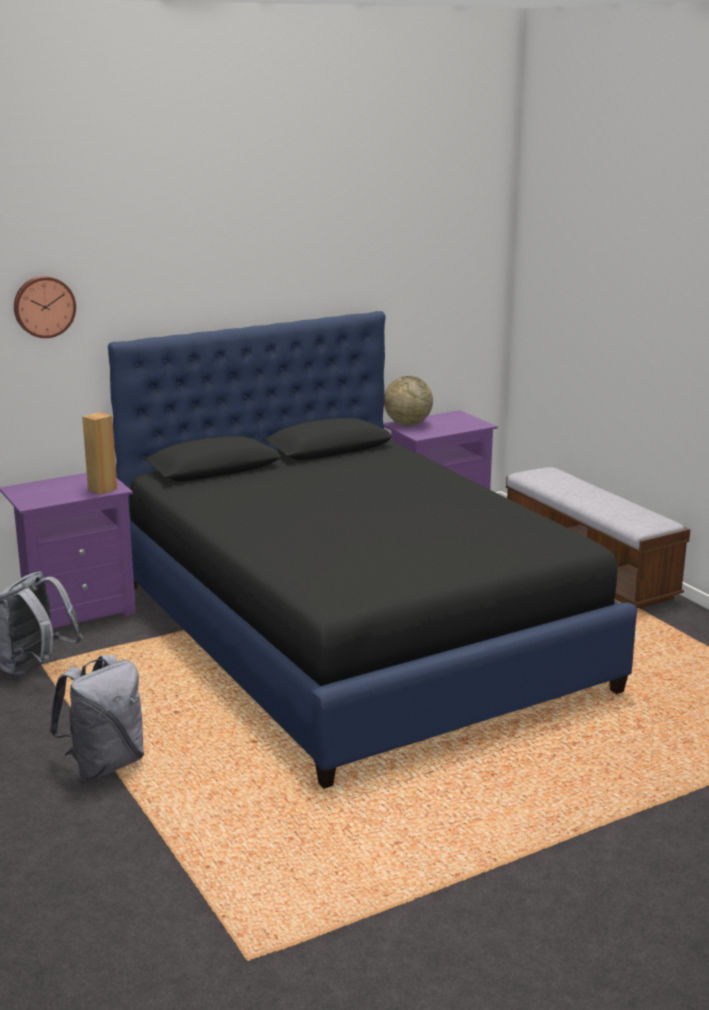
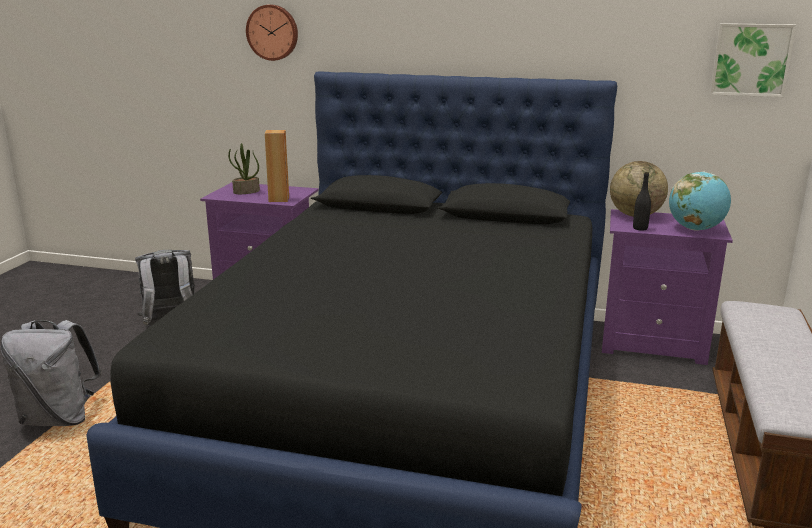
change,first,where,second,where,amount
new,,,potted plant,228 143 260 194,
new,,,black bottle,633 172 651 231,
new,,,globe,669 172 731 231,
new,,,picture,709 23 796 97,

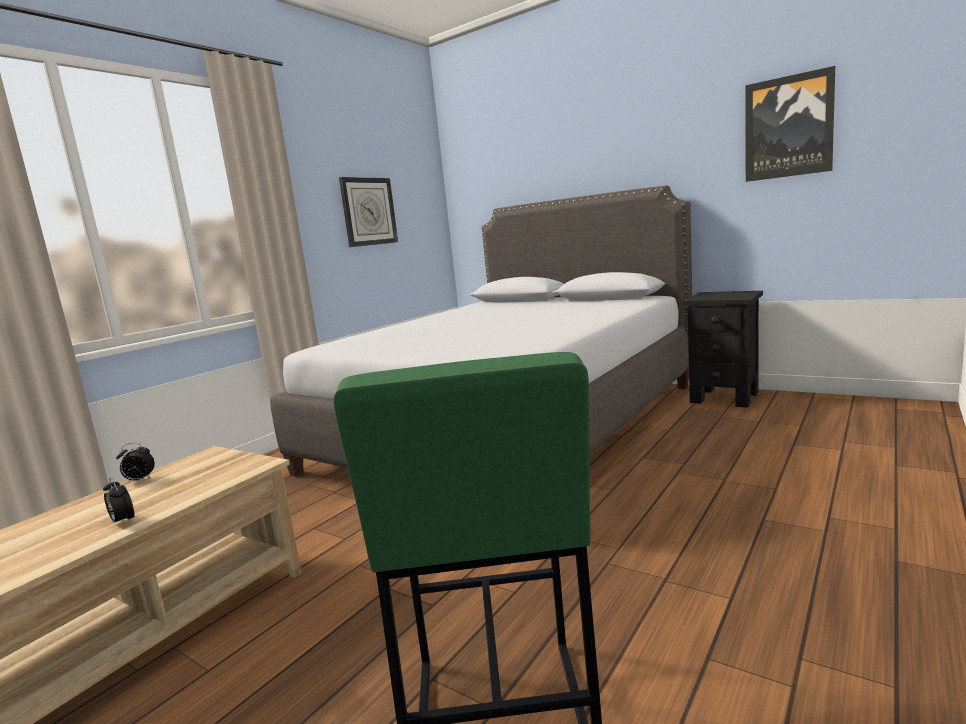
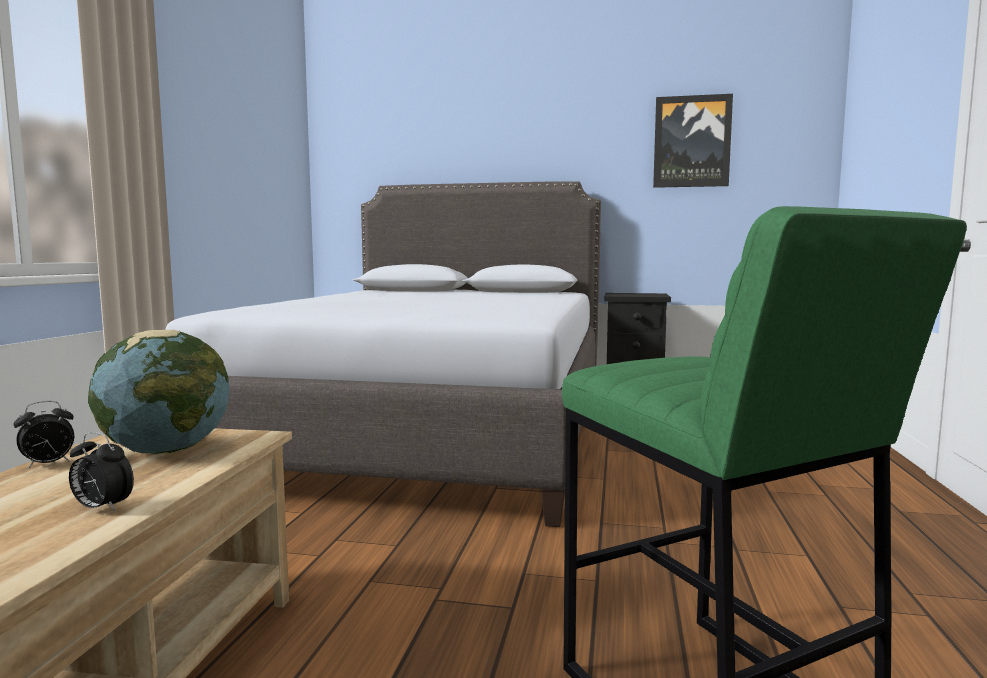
change,first,where,second,where,amount
gone,wall clock,339 177 398 247,,,
new,,,globe,88 330 229 455,

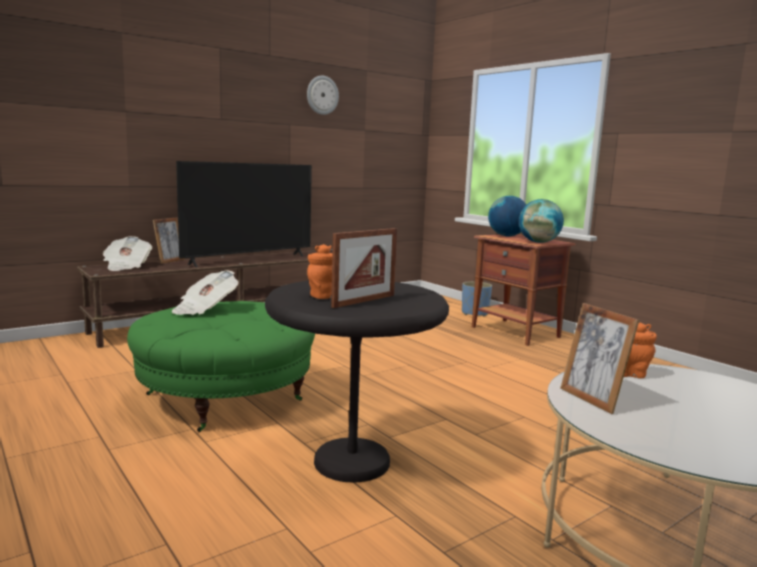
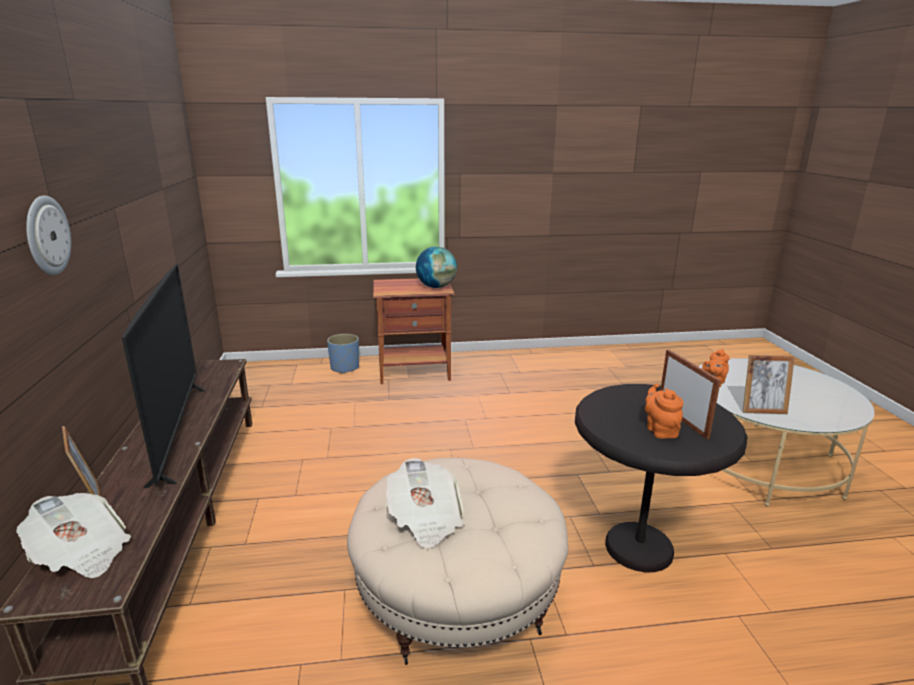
change,first,where,second,where,amount
repainted,green ottoman,127 301 315 432,beige ottoman,347 458 568 665,
shifted,wall clock,307 76 339 115,,26 195 71 275,
gone,globe,488 196 526 236,,,

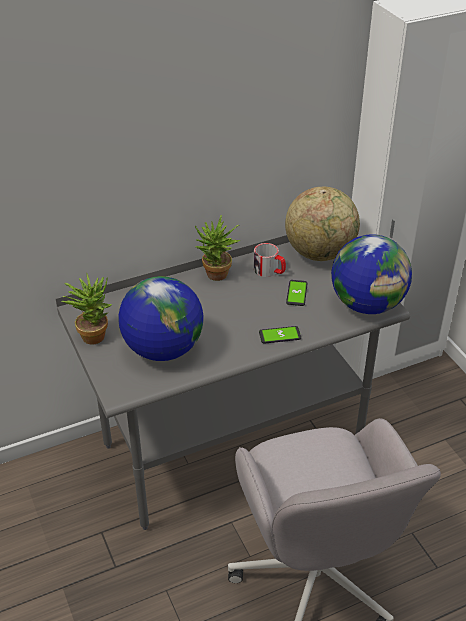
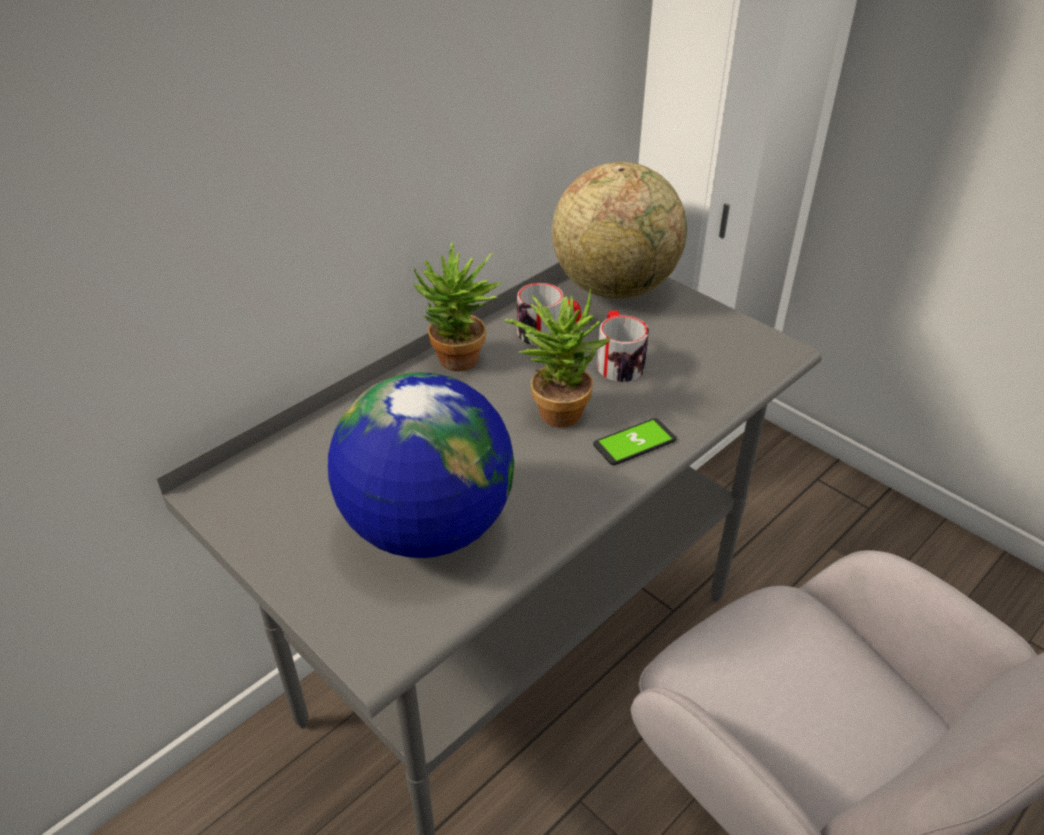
change,first,where,second,where,amount
shifted,potted plant,62 274 112 345,,504 289 610 428,
swapped,phone,286 280 308 306,mug,597 310 649 382,
gone,globe,331 234 412 314,,,

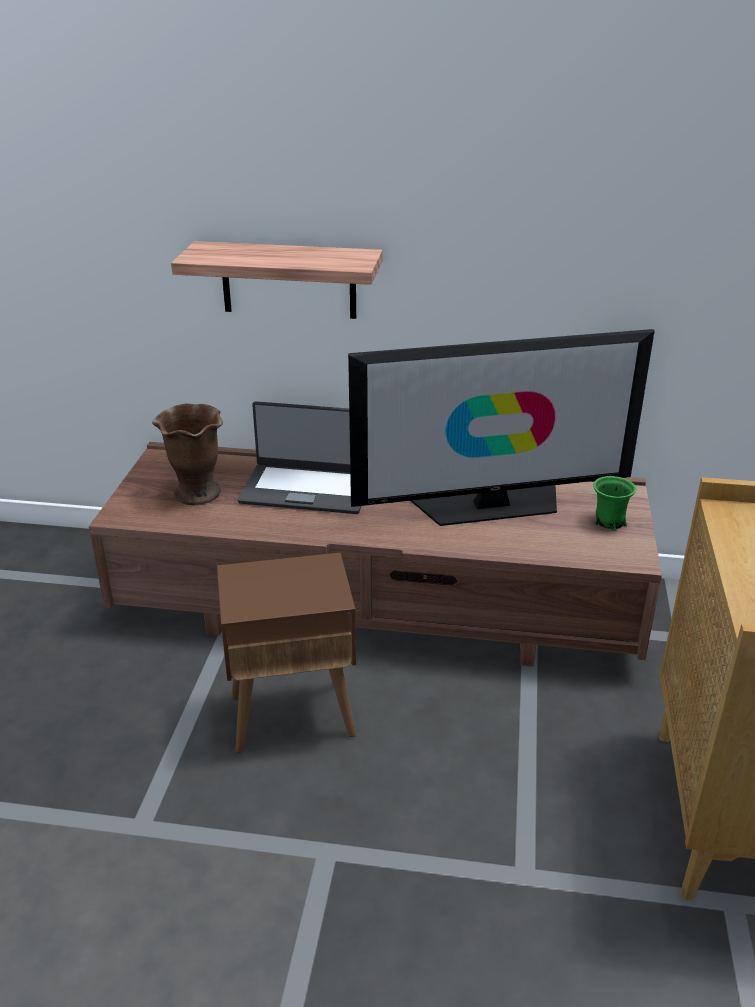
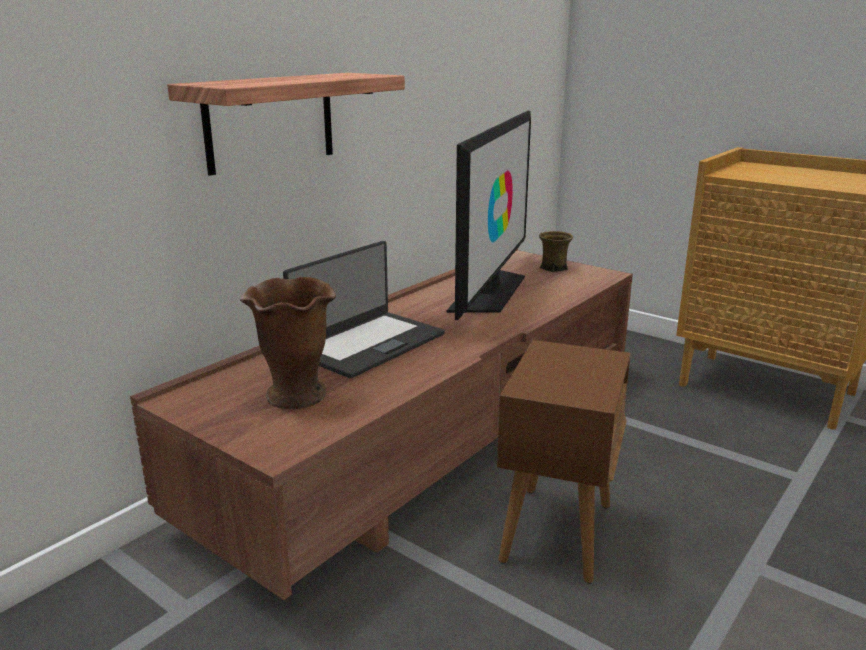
change,first,where,second,where,amount
repainted,green mug,593 476 636 531,brown mug,539 231 573 272,

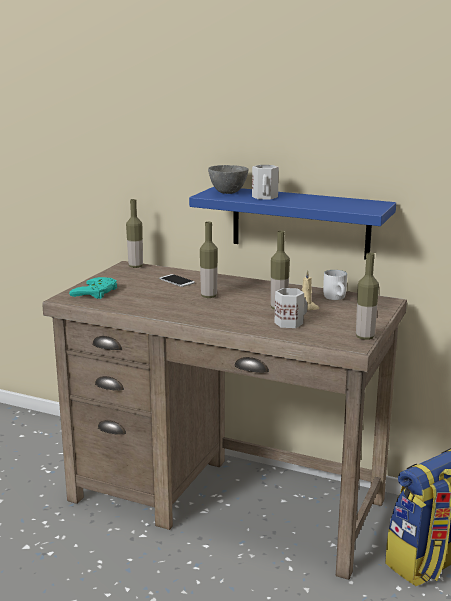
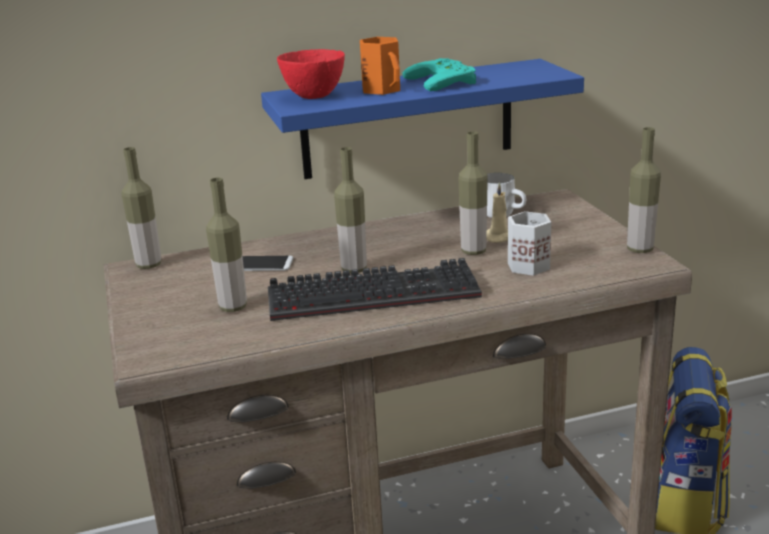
change,first,where,second,where,amount
shifted,turquoise game controller,69 277 117 299,,402 58 476 91,
repainted,grey bowl,208 165 248 194,red bowl,277 49 345 99,
repainted,white mug,252 165 279 200,orange mug,360 37 400 95,
new,,,bottle,206 178 247 312,
new,,,keyboard,268 258 482 321,

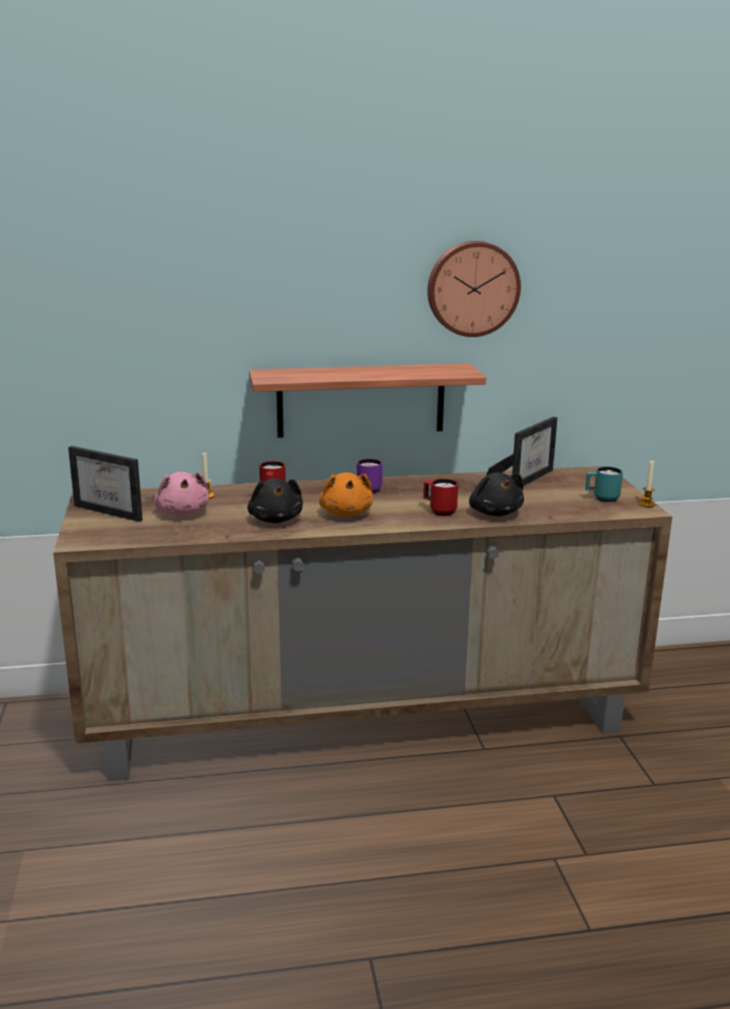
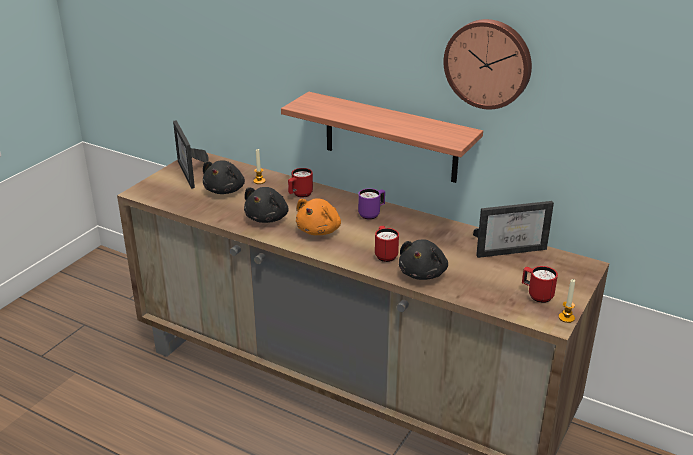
change,first,where,second,where,amount
repainted,pink plush toy,154 472 209 516,black plush toy,203 160 245 194,
repainted,turquoise mug,585 466 623 502,red mug,522 266 558 303,

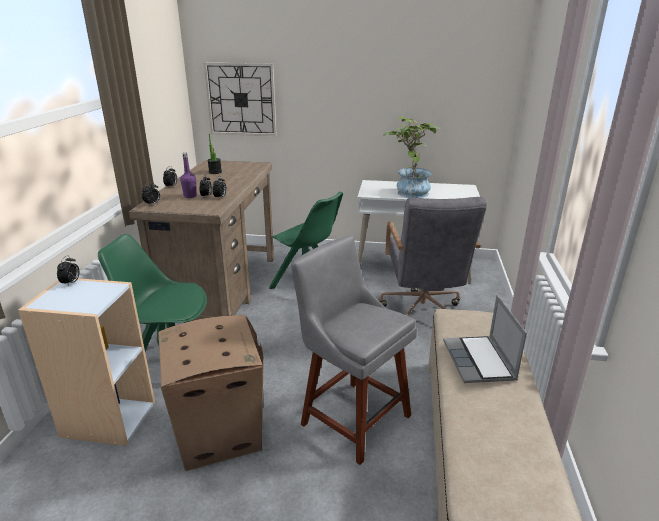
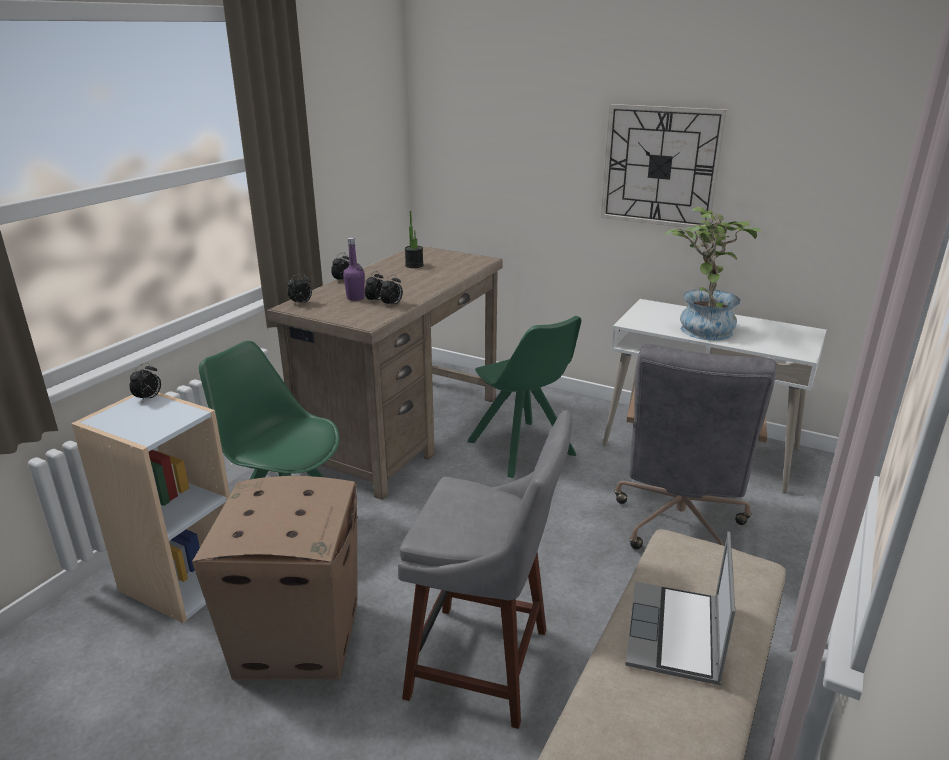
change,first,where,second,where,amount
shifted,wall clock,204 63 277 136,,601 104 727 228,
rotated,grey chair,291 235 417 465,,398 410 572 729,135 degrees clockwise

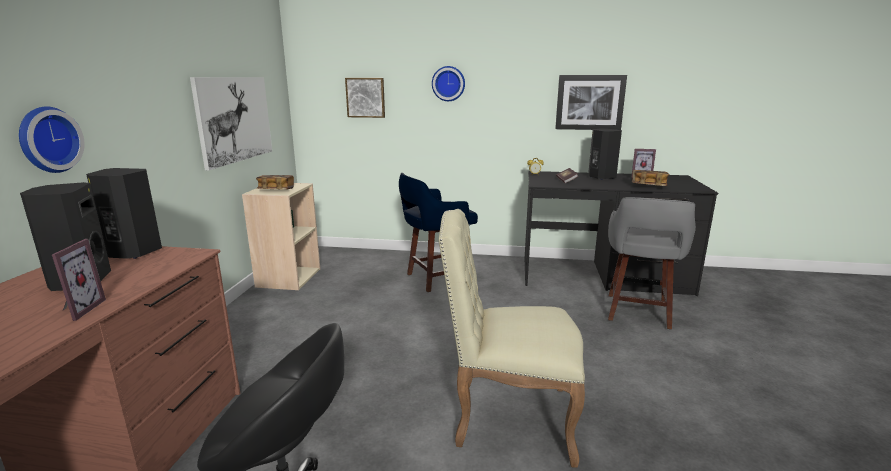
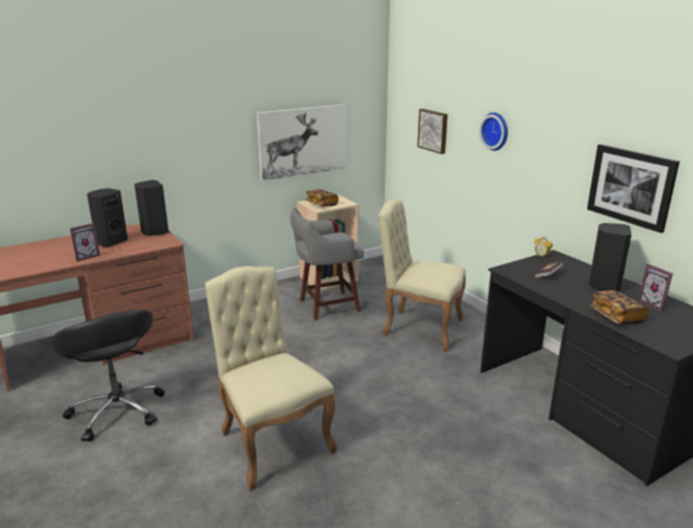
change,first,where,second,where,amount
gone,wall clock,19 106 85 173,,,
swapped,blue stool,399 173 478 292,beige chair,378 199 466 352,
shifted,grey stool,608 197 696 329,,290 207 364 320,

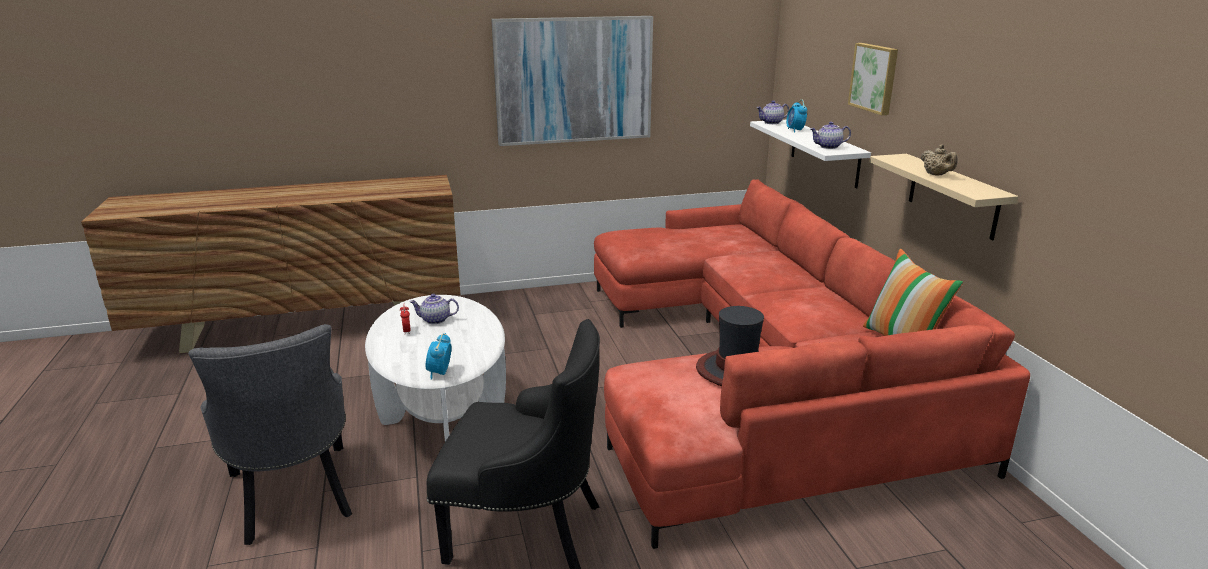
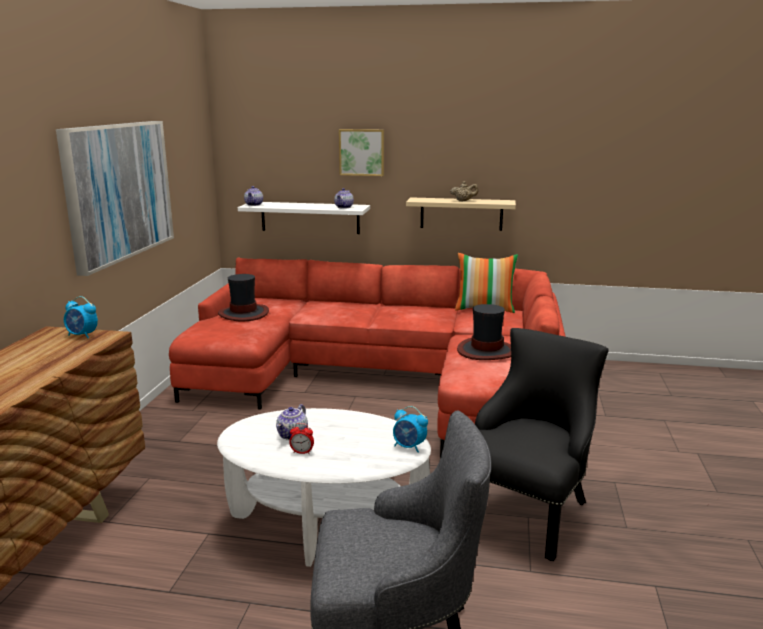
change,first,where,second,where,amount
shifted,alarm clock,786 99 807 133,,64 296 98 338,
new,,,hat,218 274 269 322,

